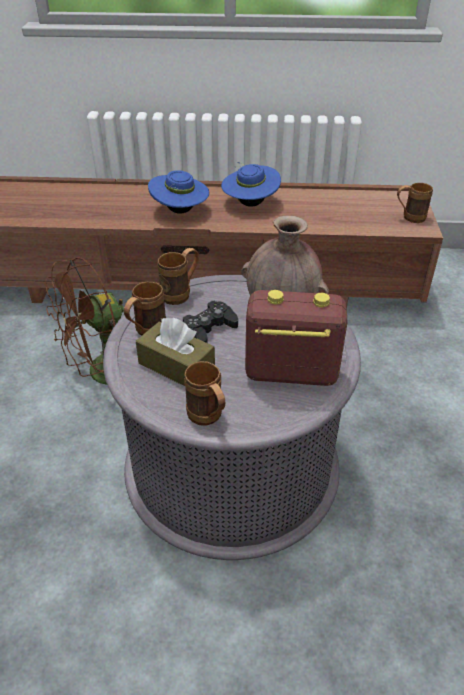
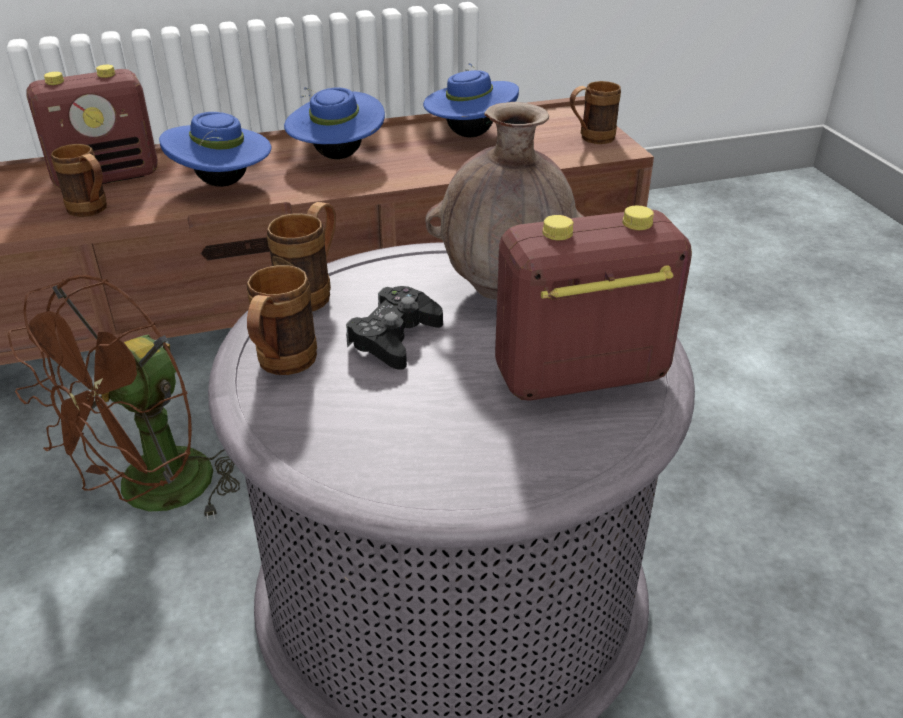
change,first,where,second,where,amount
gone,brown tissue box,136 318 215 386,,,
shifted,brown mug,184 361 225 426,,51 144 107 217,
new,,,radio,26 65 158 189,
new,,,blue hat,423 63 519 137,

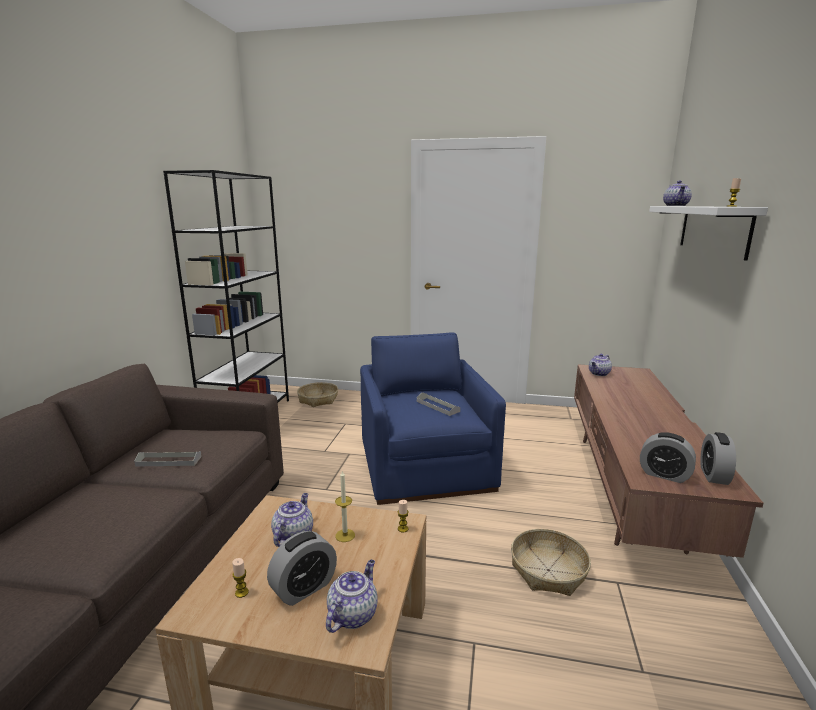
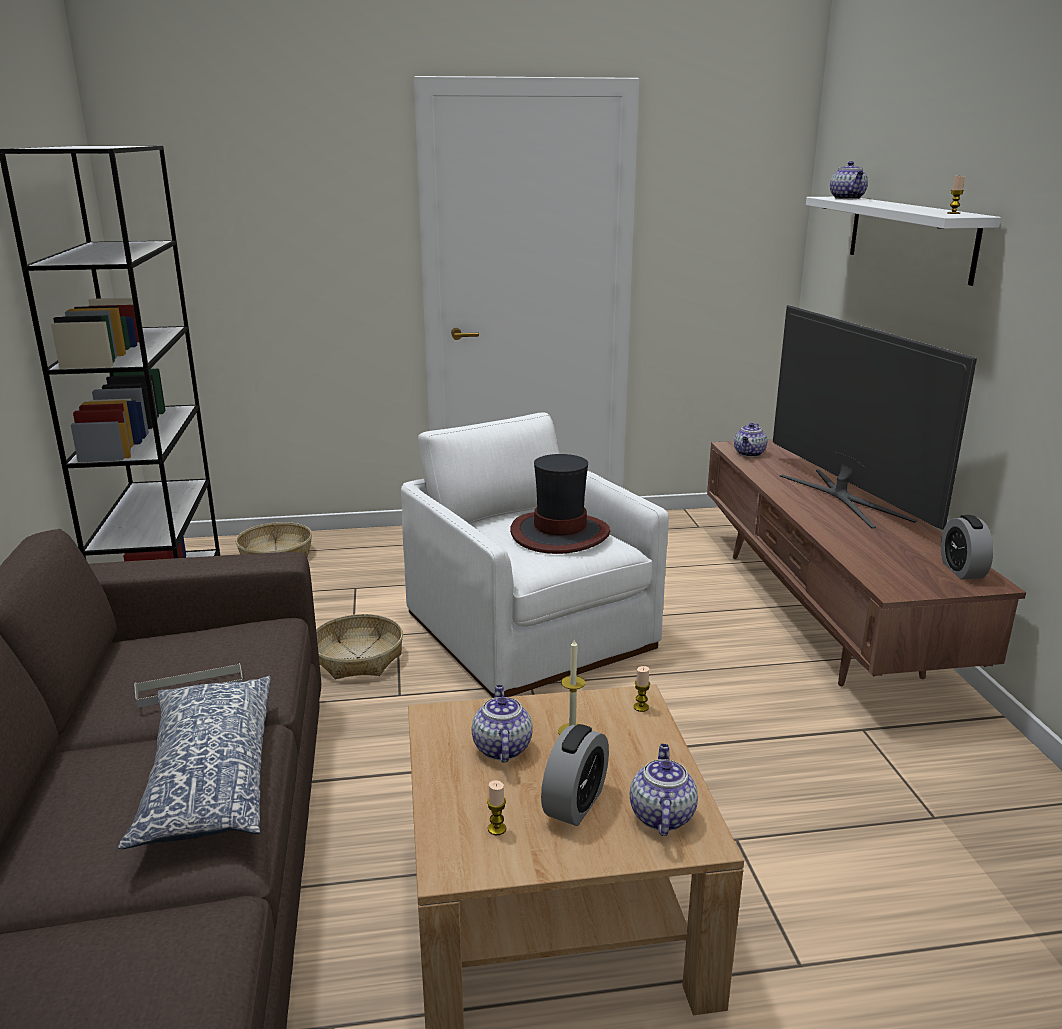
change,first,where,second,where,amount
repainted,blue armchair,360 332 506 505,white armchair,401 412 669 698,
swapped,grey tray,417 393 460 416,hat,510 454 610 554,
shifted,basket,511 529 591 596,,316 614 403 679,
gone,alarm clock,640 432 696 483,,,
new,,,pillow,118 676 271 849,
new,,,television,773 305 977 530,

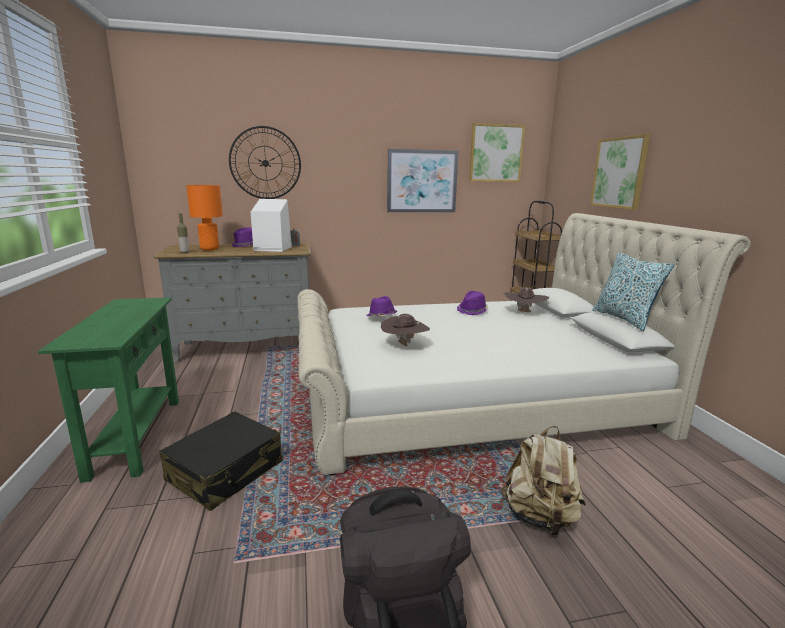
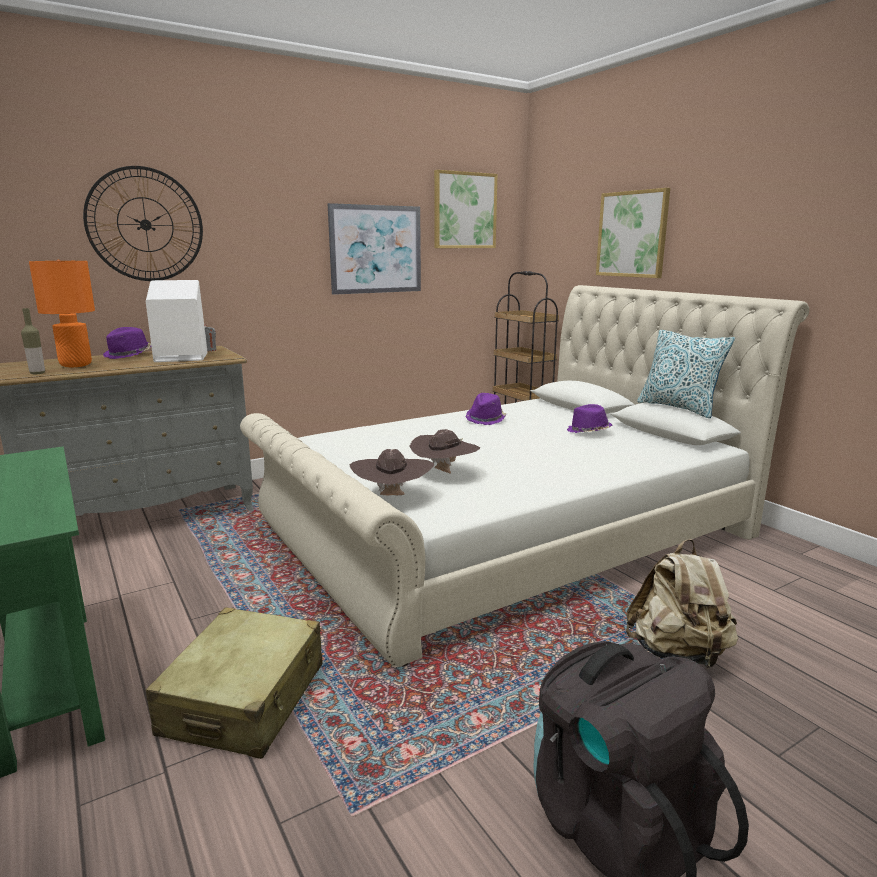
change,first,where,second,where,amount
repainted,black suitcase,159 411 283 511,beige suitcase,146 607 323 759,
shifted,purple hat,366 296 397 316,,567 404 612 433,
shifted,brown hat,504 287 550 312,,350 449 435 496,

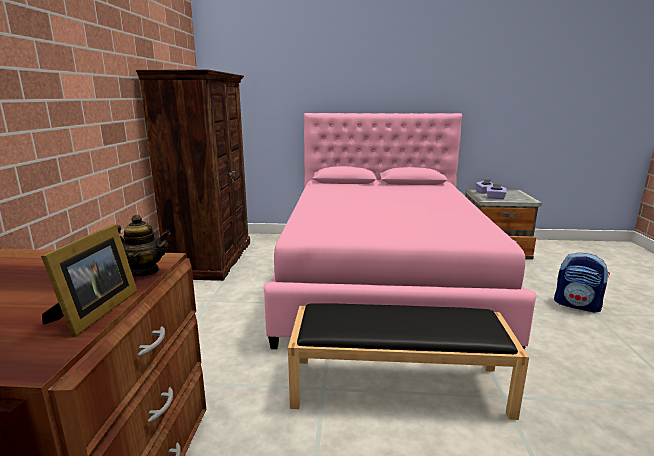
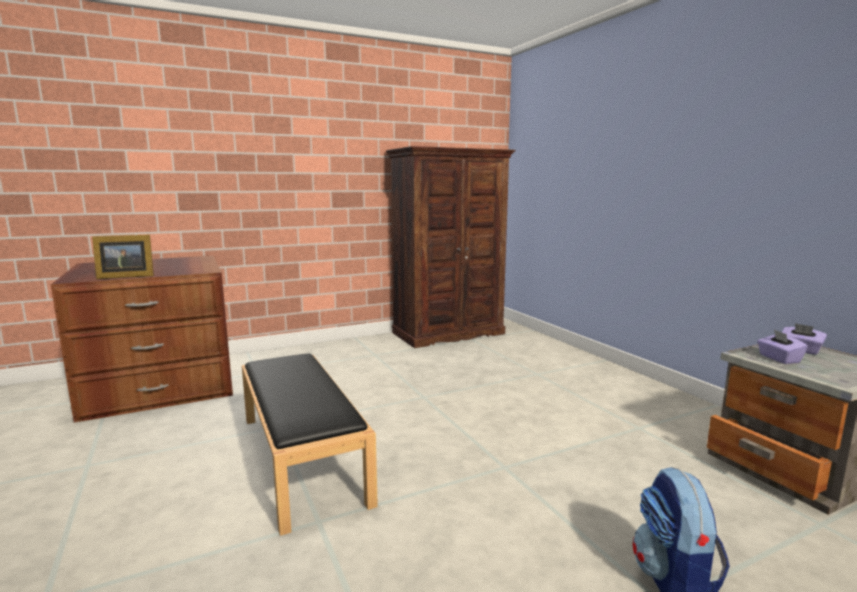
change,first,where,second,where,amount
gone,teapot,117 215 171 277,,,
gone,pink bed,264 113 537 350,,,

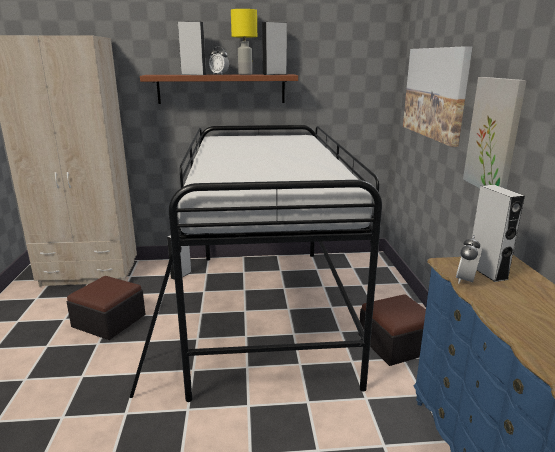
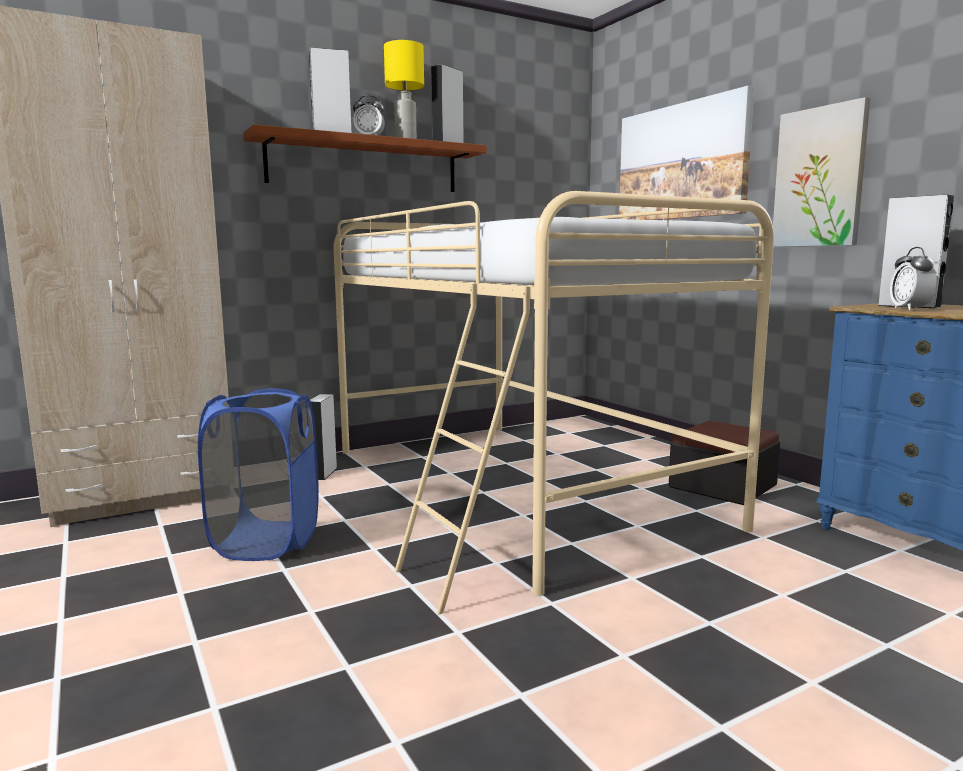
change,first,where,second,where,amount
swapped,ottoman,67 276 146 340,blue laundry basket,198 388 319 561,
repainted,black bed,129 125 382 402,beige bed,333 191 774 614,

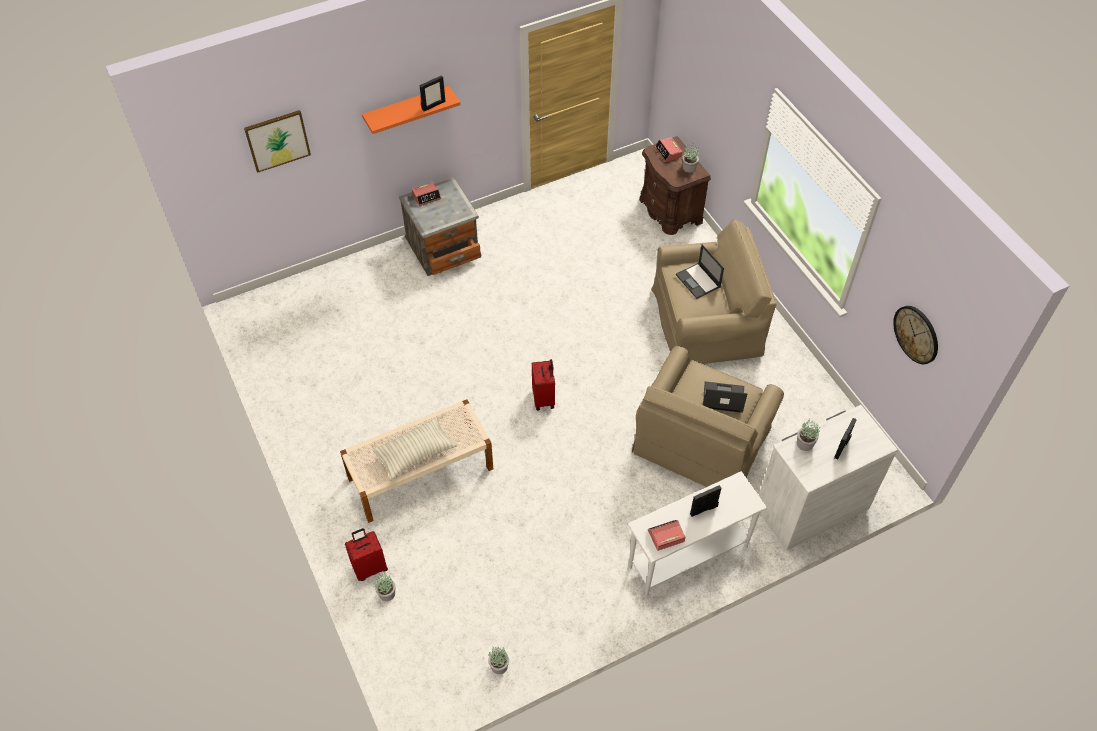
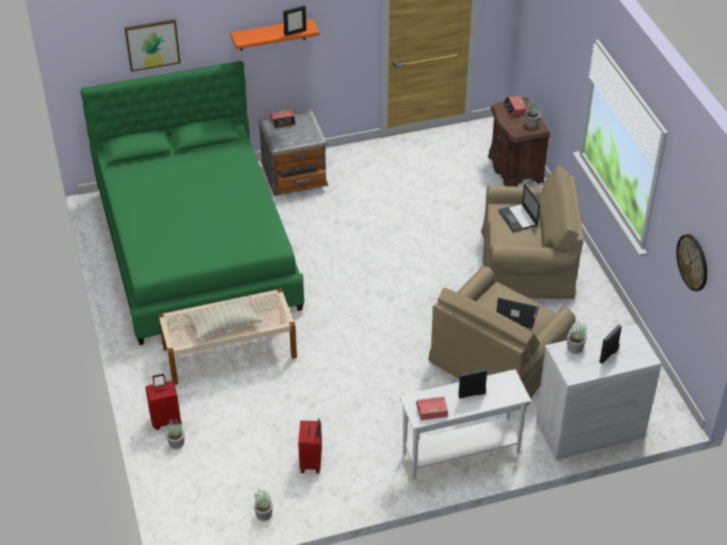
change,first,where,second,where,amount
shifted,red suitcase,532 359 555 411,,298 419 322 474,
new,,,green bed,80 61 304 345,

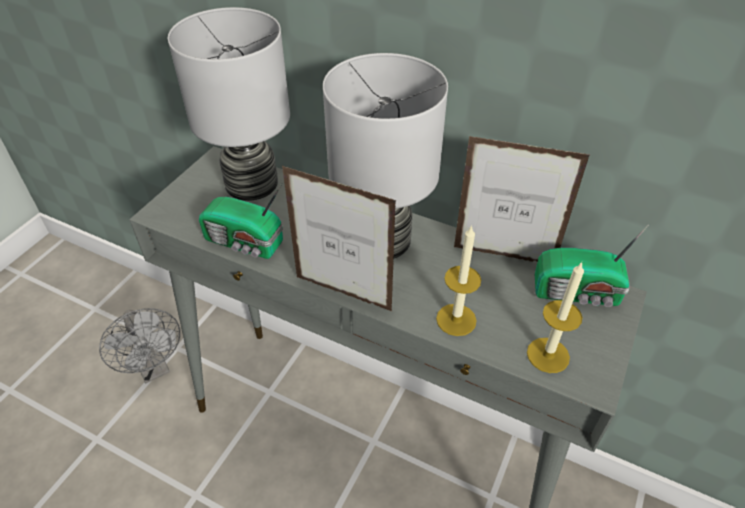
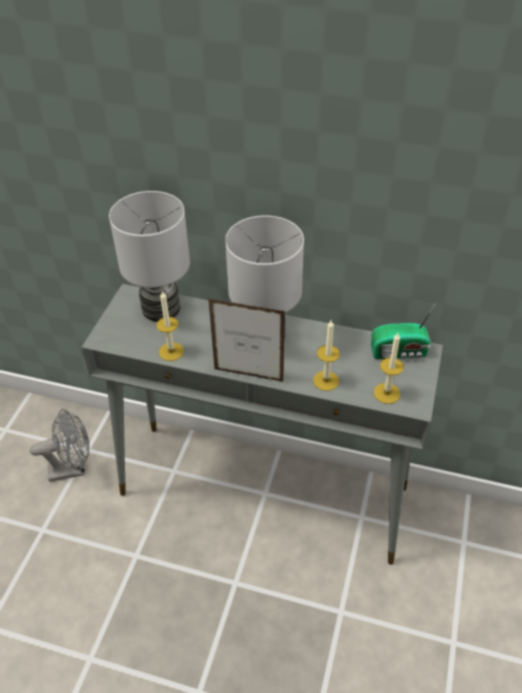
change,first,where,second,where,amount
rotated,grey fan,99 308 180 383,,30 409 89 482,60 degrees counterclockwise
swapped,radio,199 183 283 259,candle,156 290 184 361,
gone,picture frame,454 136 590 262,,,

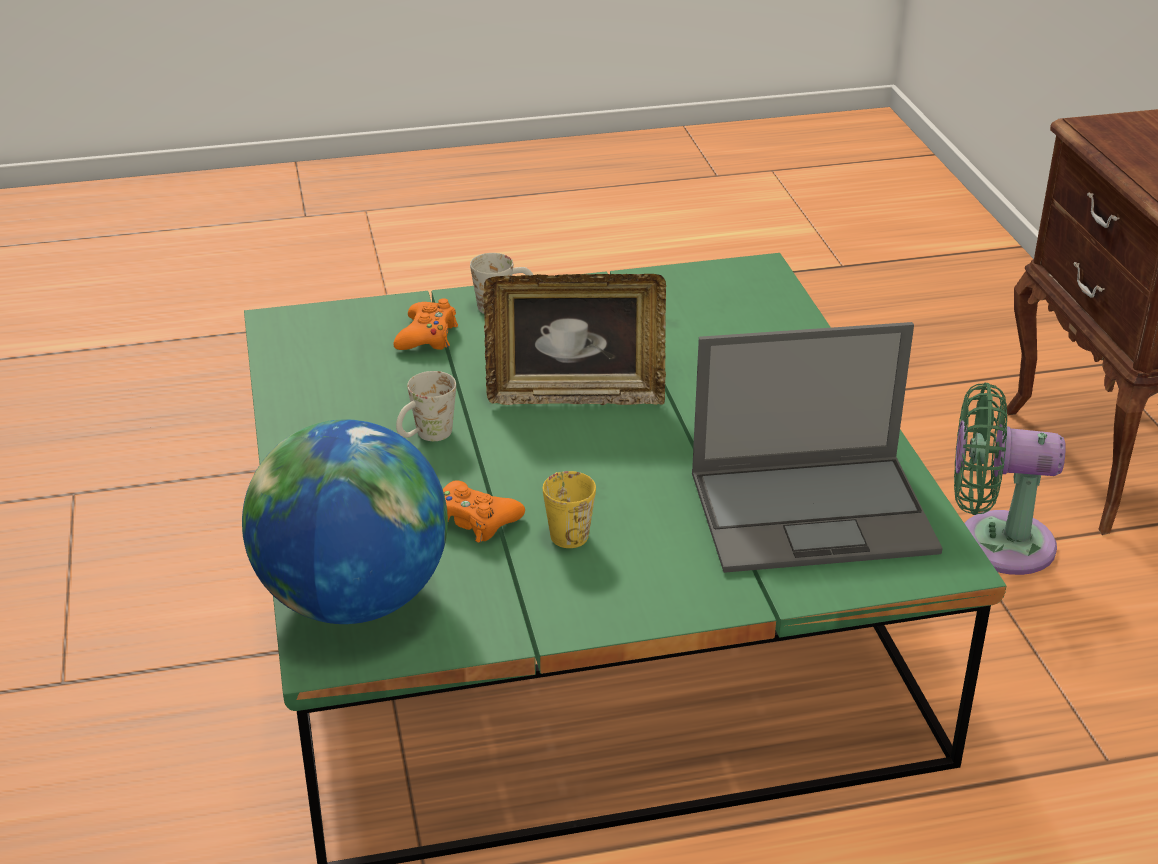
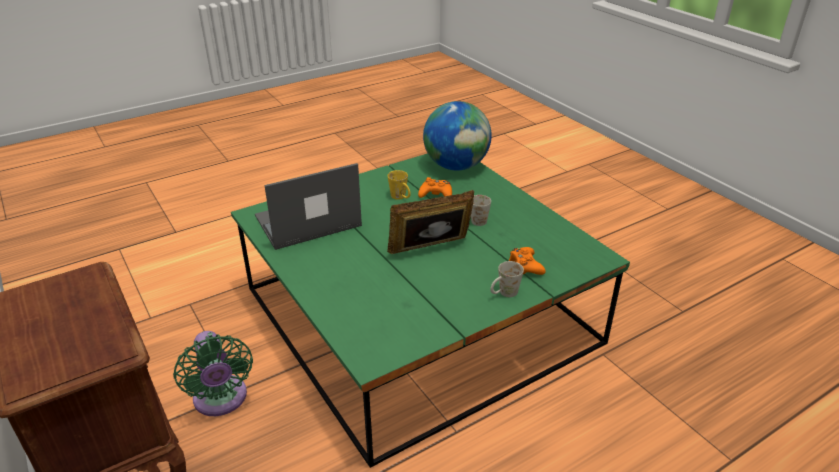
change,first,where,second,where,amount
rotated,green fan,954 383 1066 575,,173 331 253 416,75 degrees clockwise

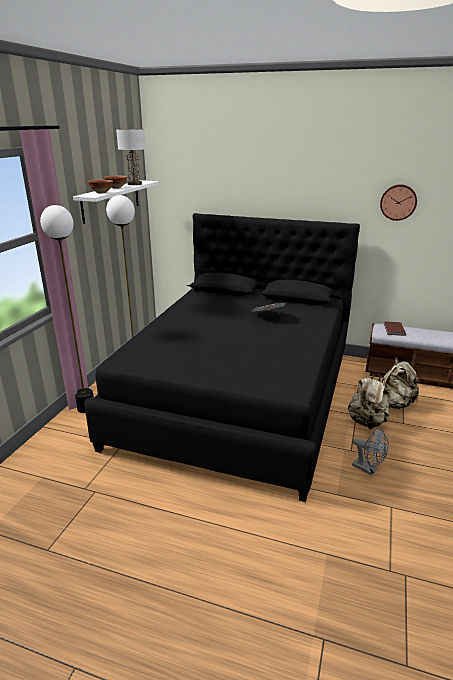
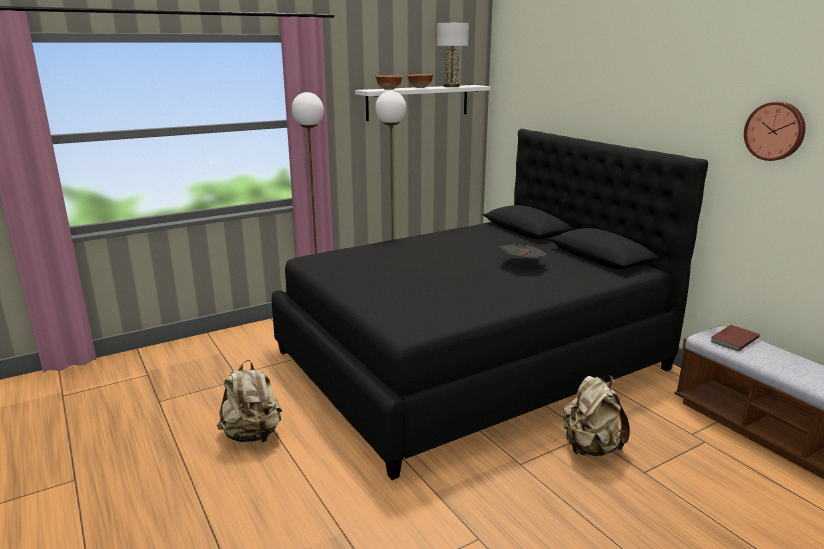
change,first,where,second,where,amount
gone,grey fan,352 429 389 476,,,
shifted,beige backpack,382 357 419 409,,217 360 282 443,

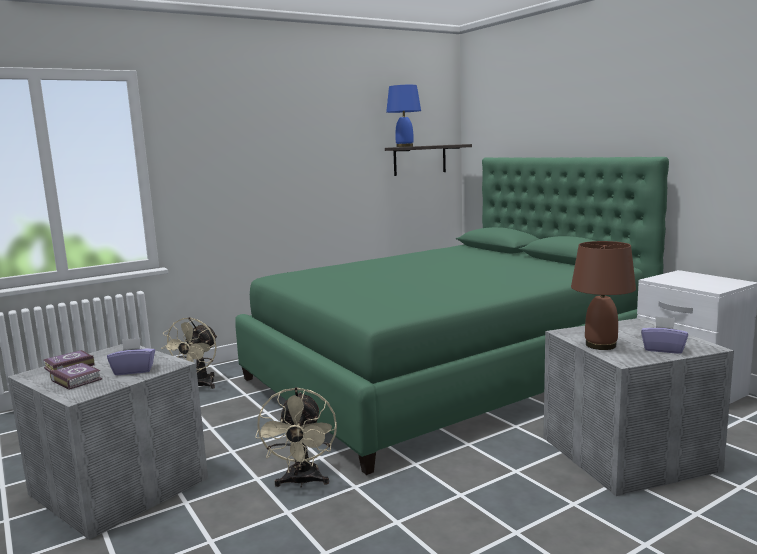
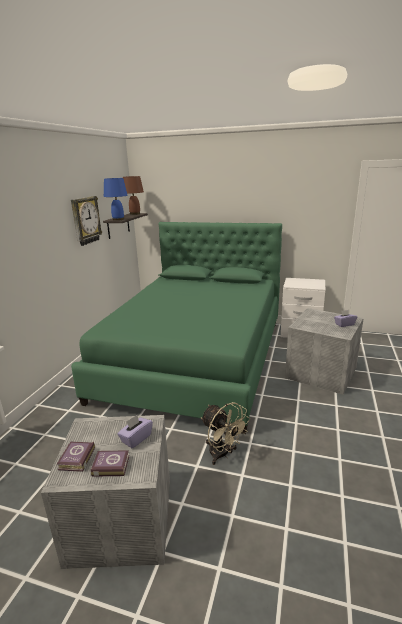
change,first,where,second,where,amount
gone,beige fan,161 317 217 389,,,
shifted,brown table lamp,571 241 636 350,,123 176 144 215,
new,,,wall clock,71 196 102 246,

